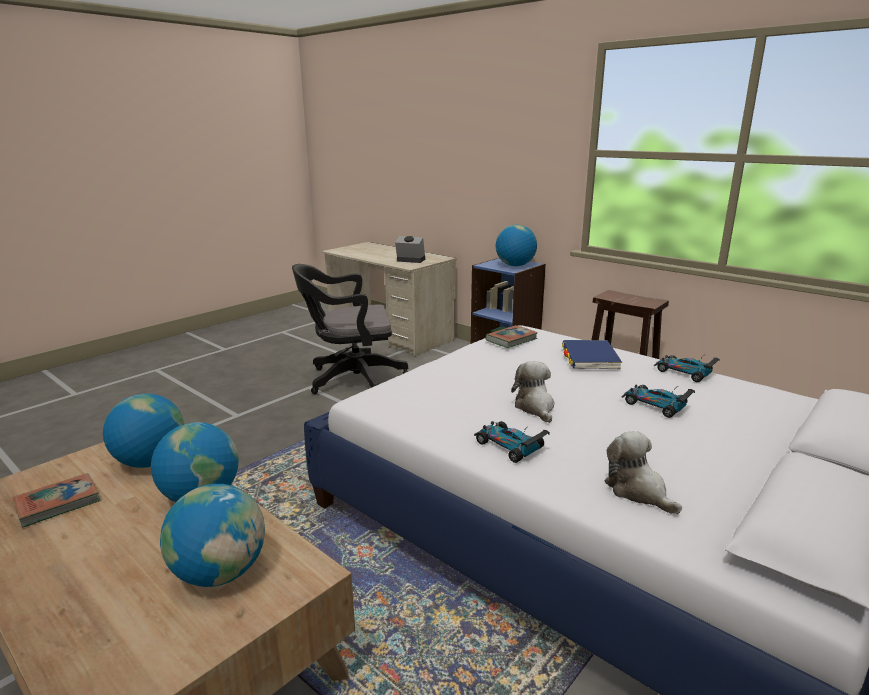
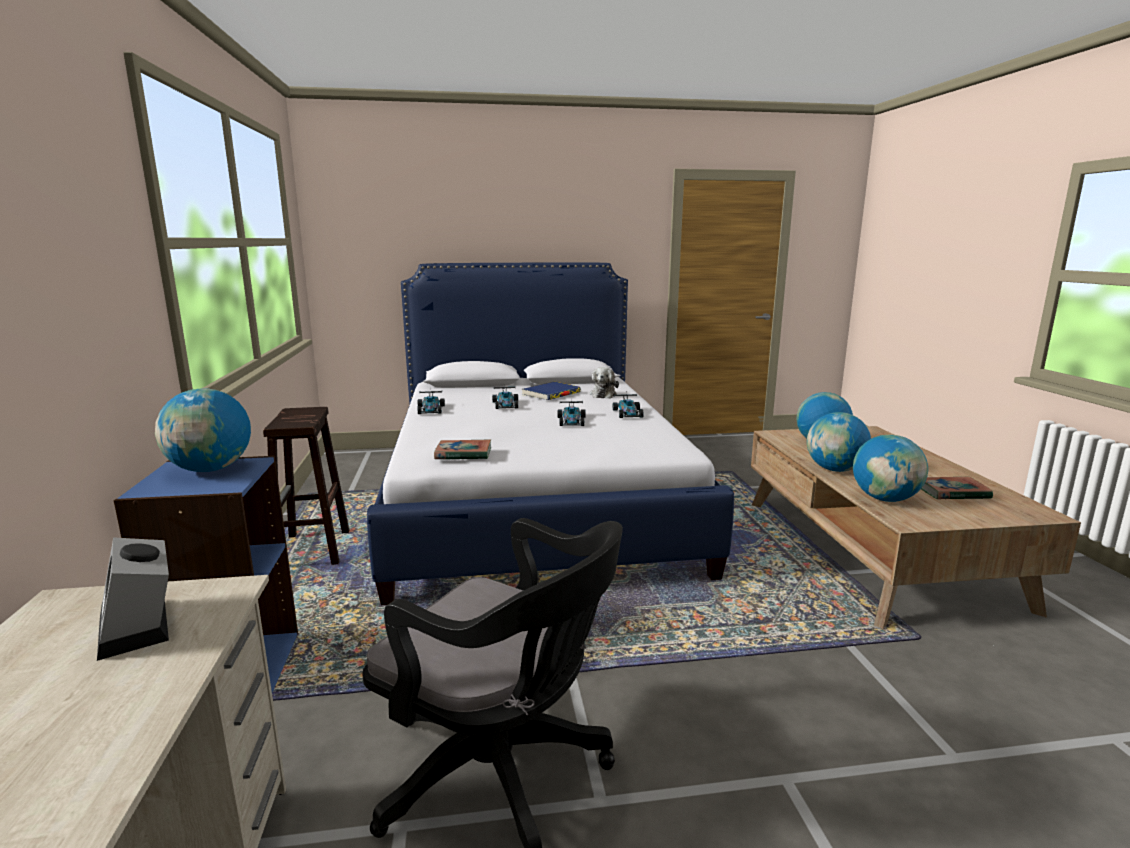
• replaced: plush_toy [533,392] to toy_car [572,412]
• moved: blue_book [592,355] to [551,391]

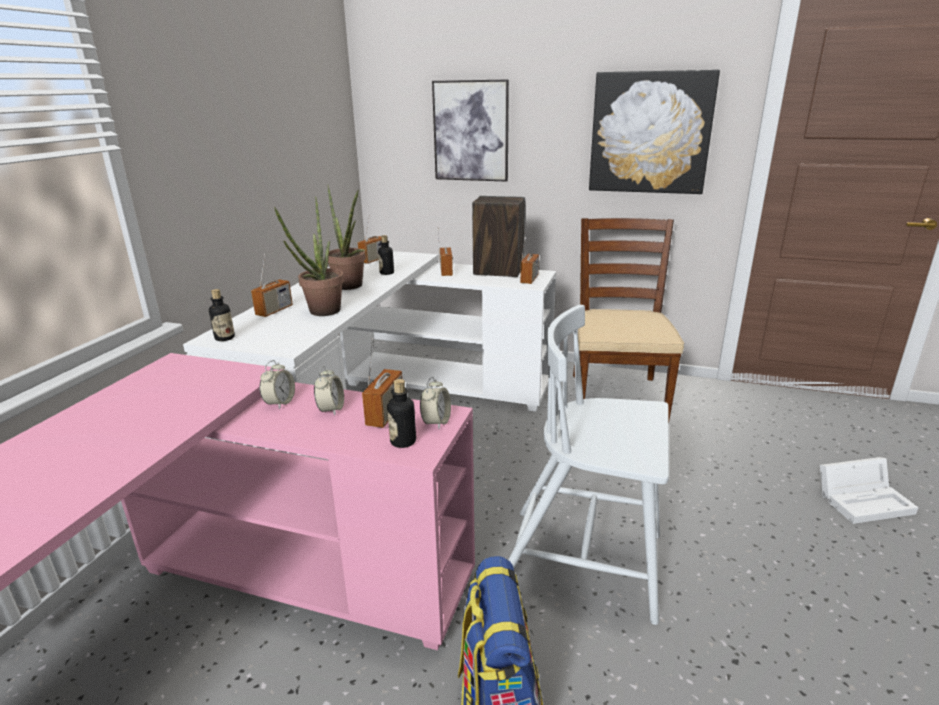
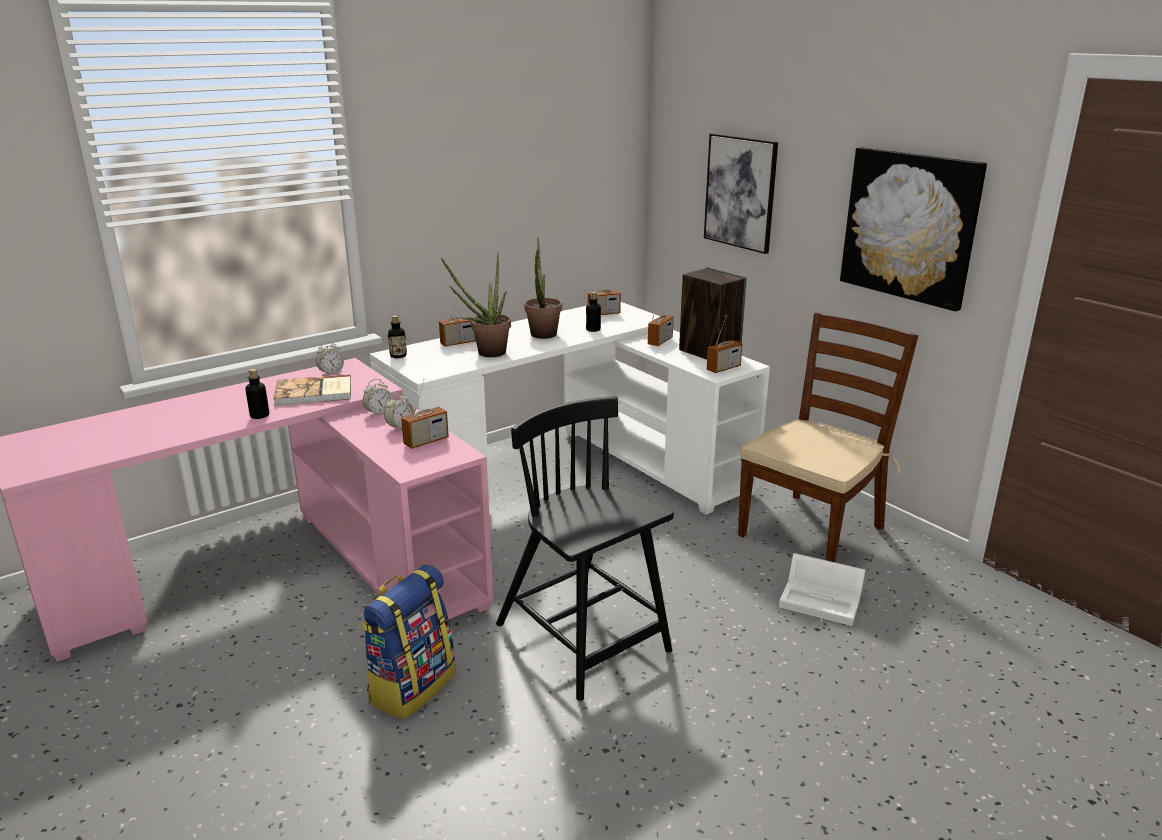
• moved: bottle [401,413] to [257,394]
• moved: alarm_clock [435,403] to [330,358]
• recoloured: white_chair [588,465] to black_chair [585,548]
• moved: white_storage_box [869,490] to [822,589]
• added: book [312,390]

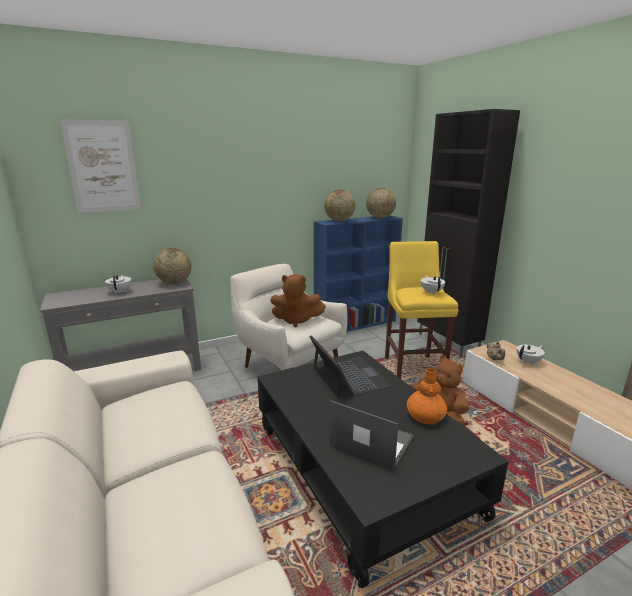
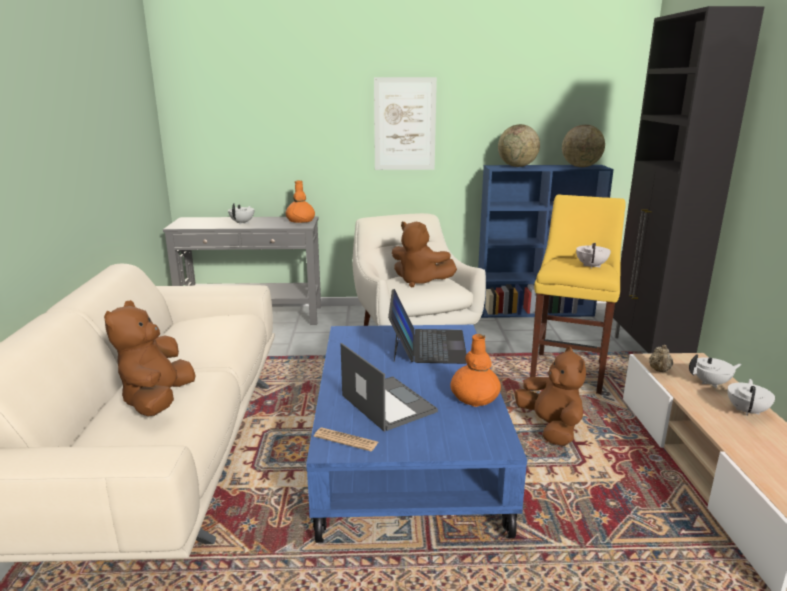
• moved: picture [100,166] to [405,123]
• replaced: globe [172,266] to orange_vase [300,202]
• recoloured: black_coffee_table [383,469] to blue_coffee_table [416,434]
• added: brown_plush_toy [150,358]
• added: newspaper [346,439]
• added: white_teapot [751,397]

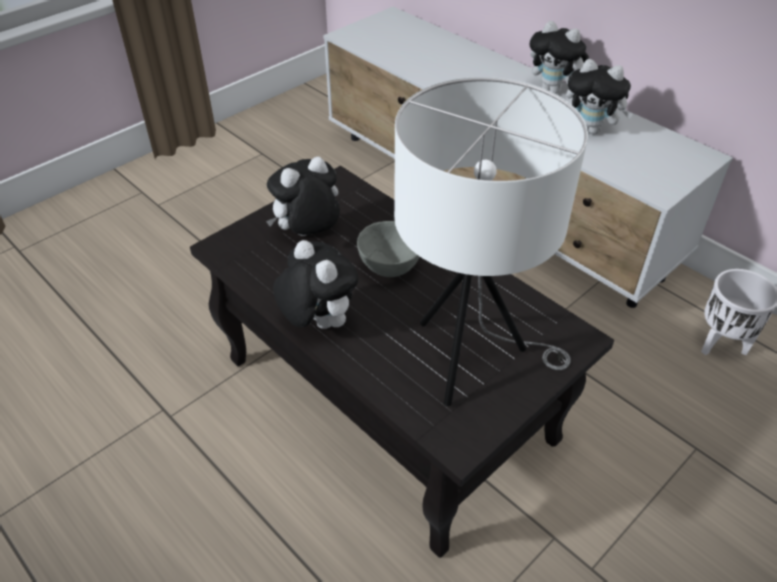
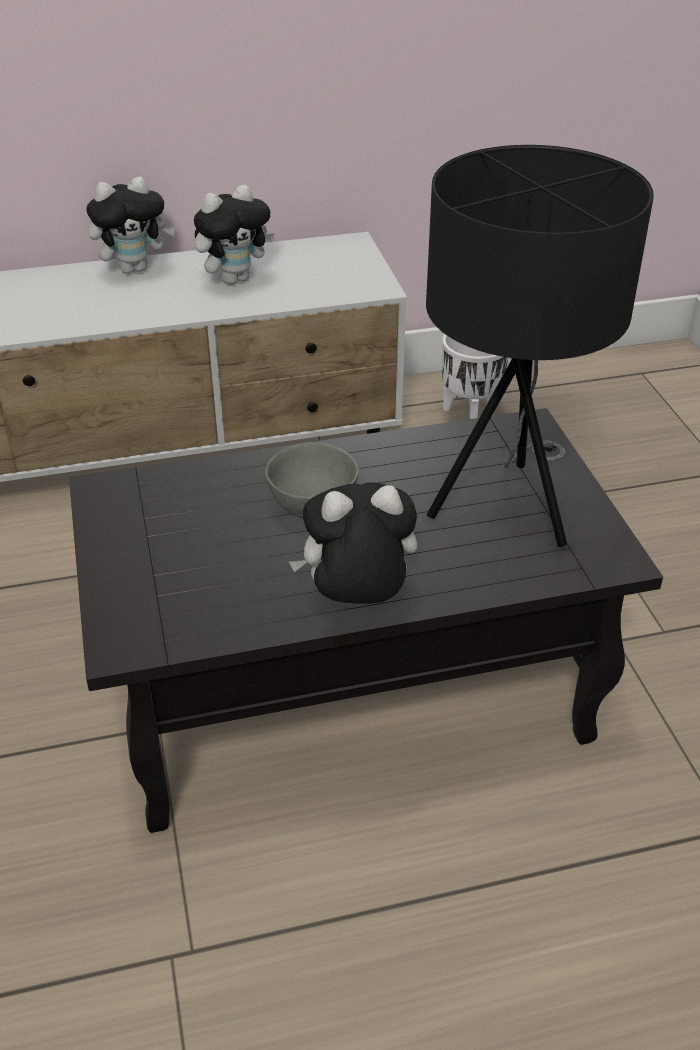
• removed: plush_toy [303,196]
• recoloured: white_table_lamp [491,241] to black_table_lamp [540,346]

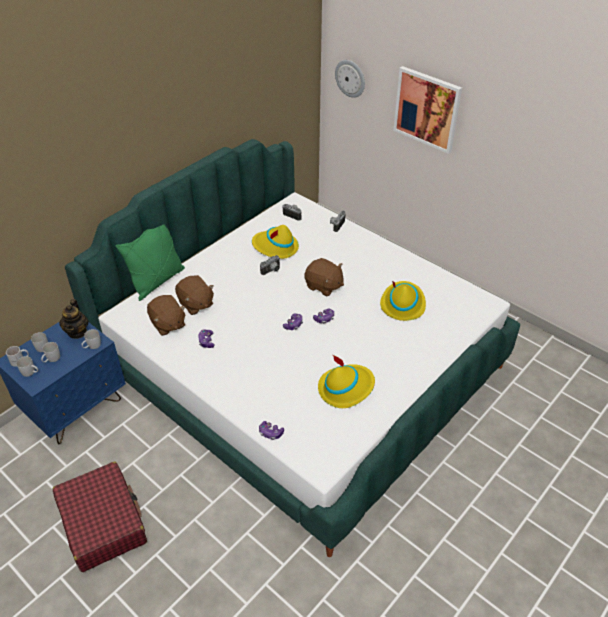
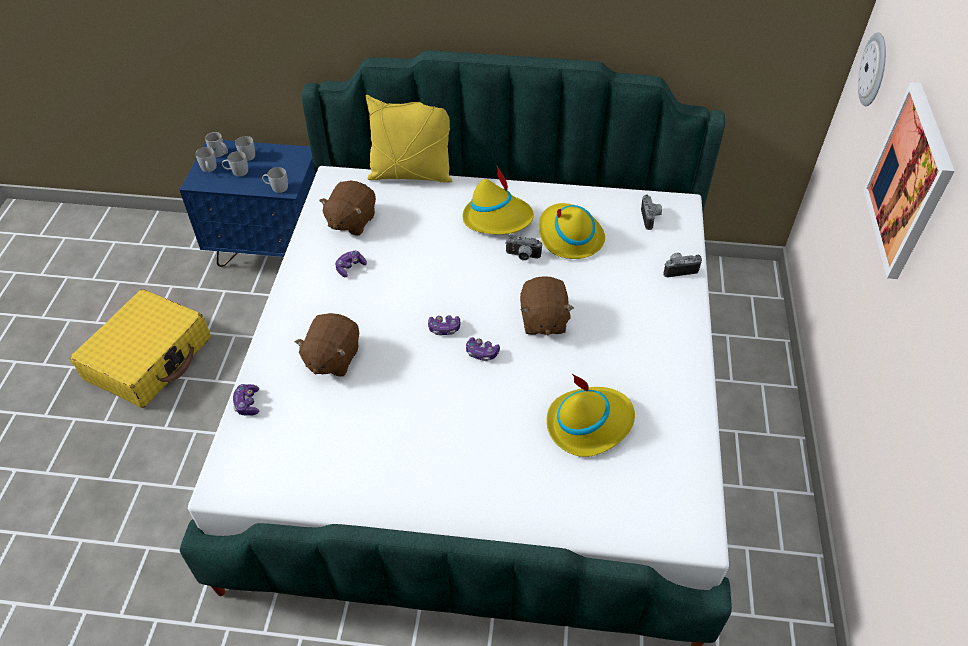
• recoloured: red_suitcase [100,517] to yellow_suitcase [140,348]
• removed: teapot [74,319]
• recoloured: green_pillow [150,262] to yellow_pillow [409,139]
• moved: brown_plush_toy [194,295] to [327,345]
• moved: yellow_hat [346,381] to [498,200]

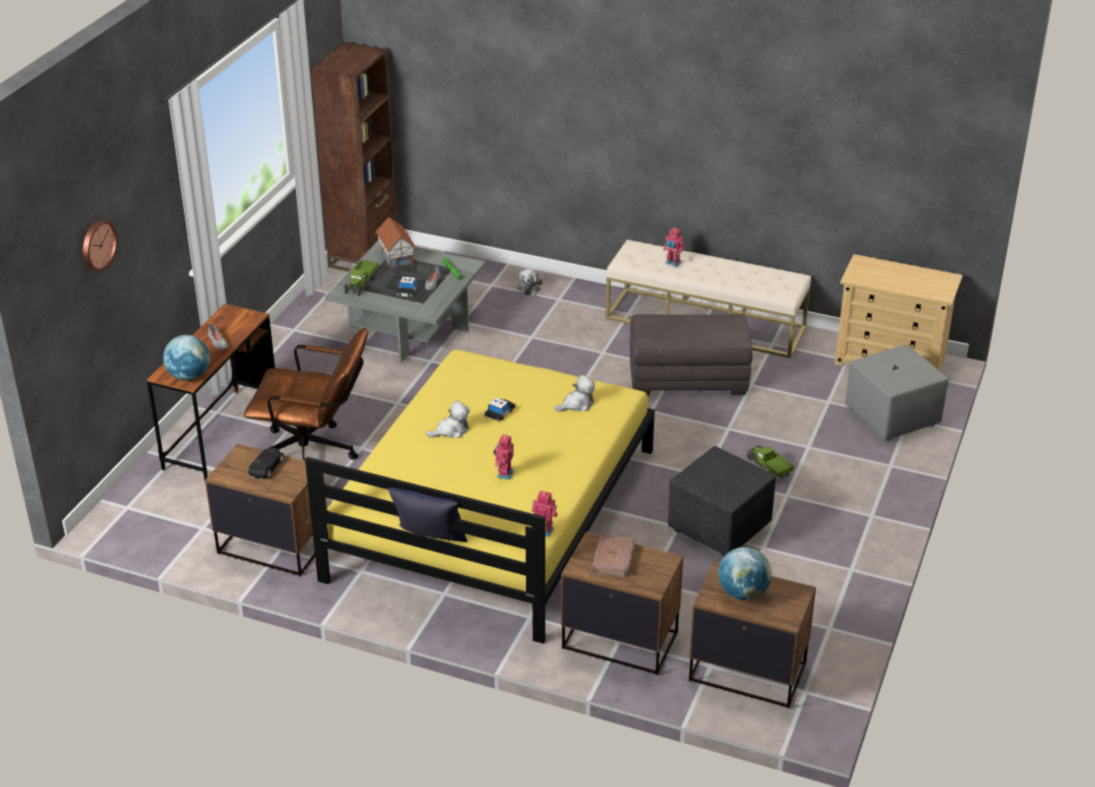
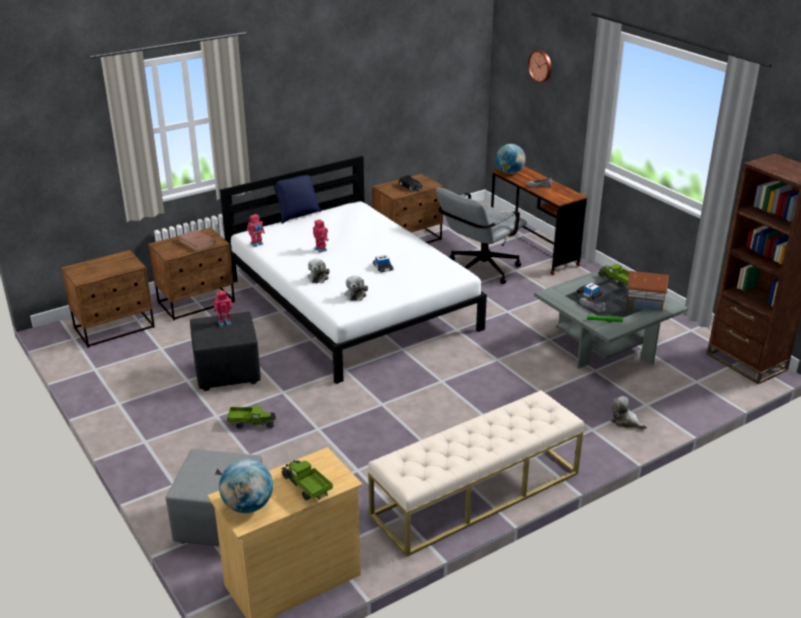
• recoloured: brown_office_chair [306,394] to grey_office_chair [481,235]
• recoloured: yellow_bed [480,497] to white_bed [353,270]
• moved: plush_toy [448,419] to [318,271]
• removed: grey_ottoman [691,355]
• moved: toy_robot [674,247] to [222,309]
• moved: globe [745,573] to [246,486]
• added: toy_truck [307,480]

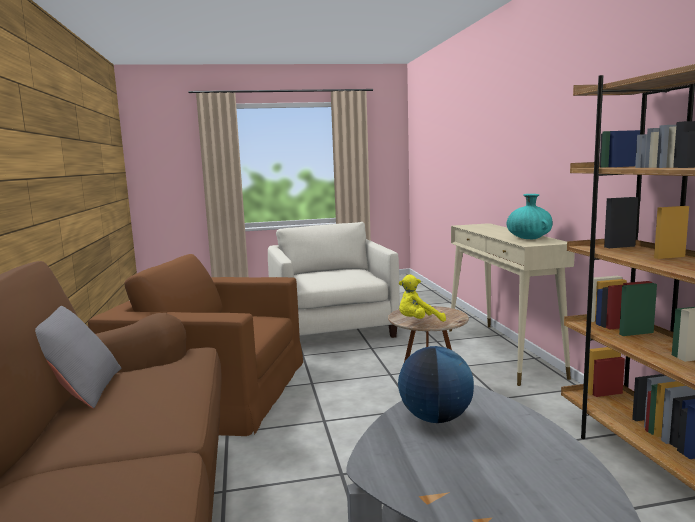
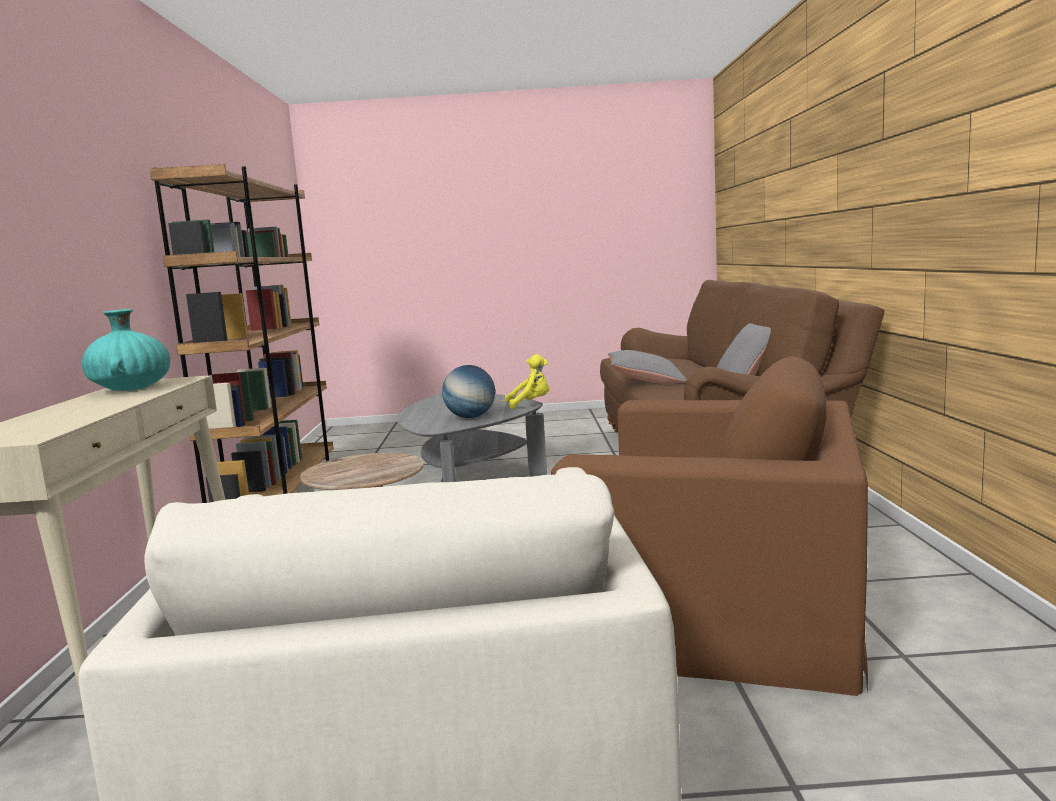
• moved: yellow_plush_toy [422,298] to [527,381]
• added: grey_pillow [647,367]

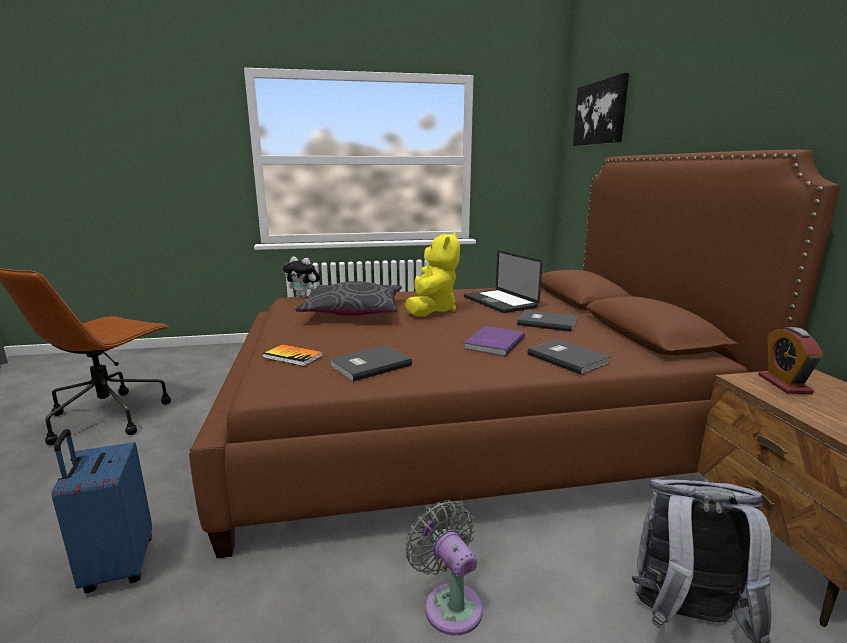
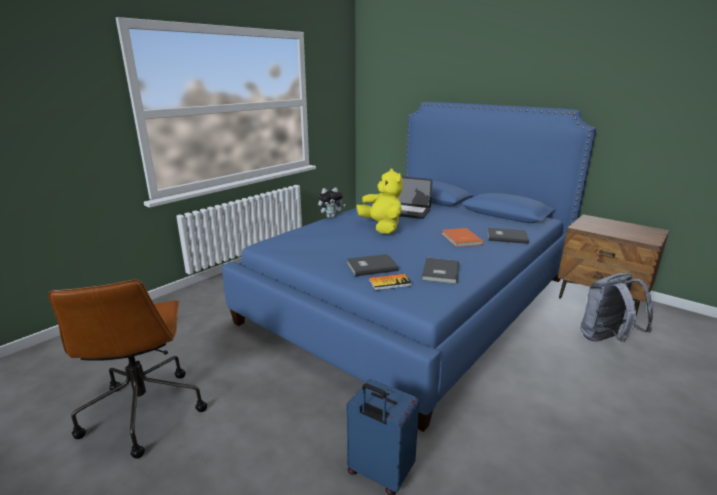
• recoloured: brown_bed [514,354] to blue_bed [409,267]
• moved: plush_toy [301,276] to [331,202]
• removed: grey_pillow [348,298]
• removed: grey_fan [444,567]
• recoloured: purple_book [494,341] to orange_book [462,237]
• moved: grey_book [547,321] to [372,265]
• removed: picture [601,109]
• removed: alarm_clock [790,360]

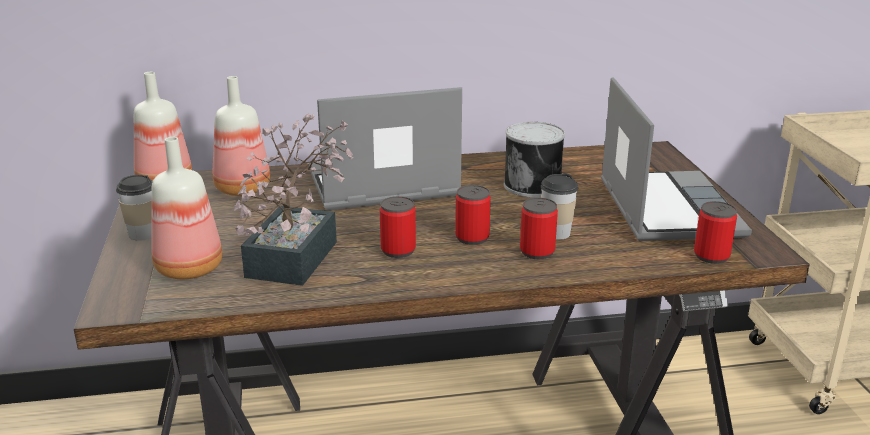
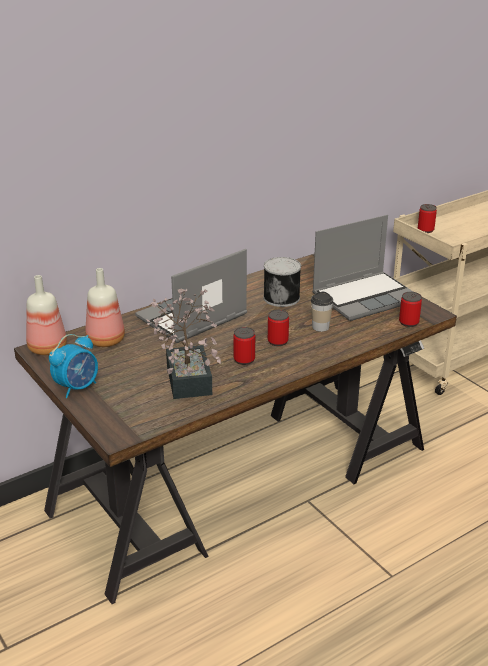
• replaced: cup [134,208] to alarm_clock [73,366]
• removed: bottle [187,208]
• moved: can [539,228] to [427,218]
• turned: laptop [676,159] = [362,268] 90 degrees clockwise

